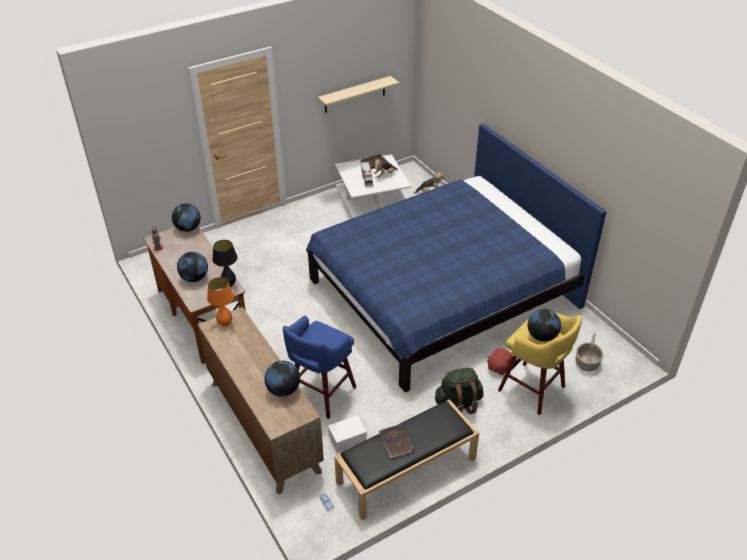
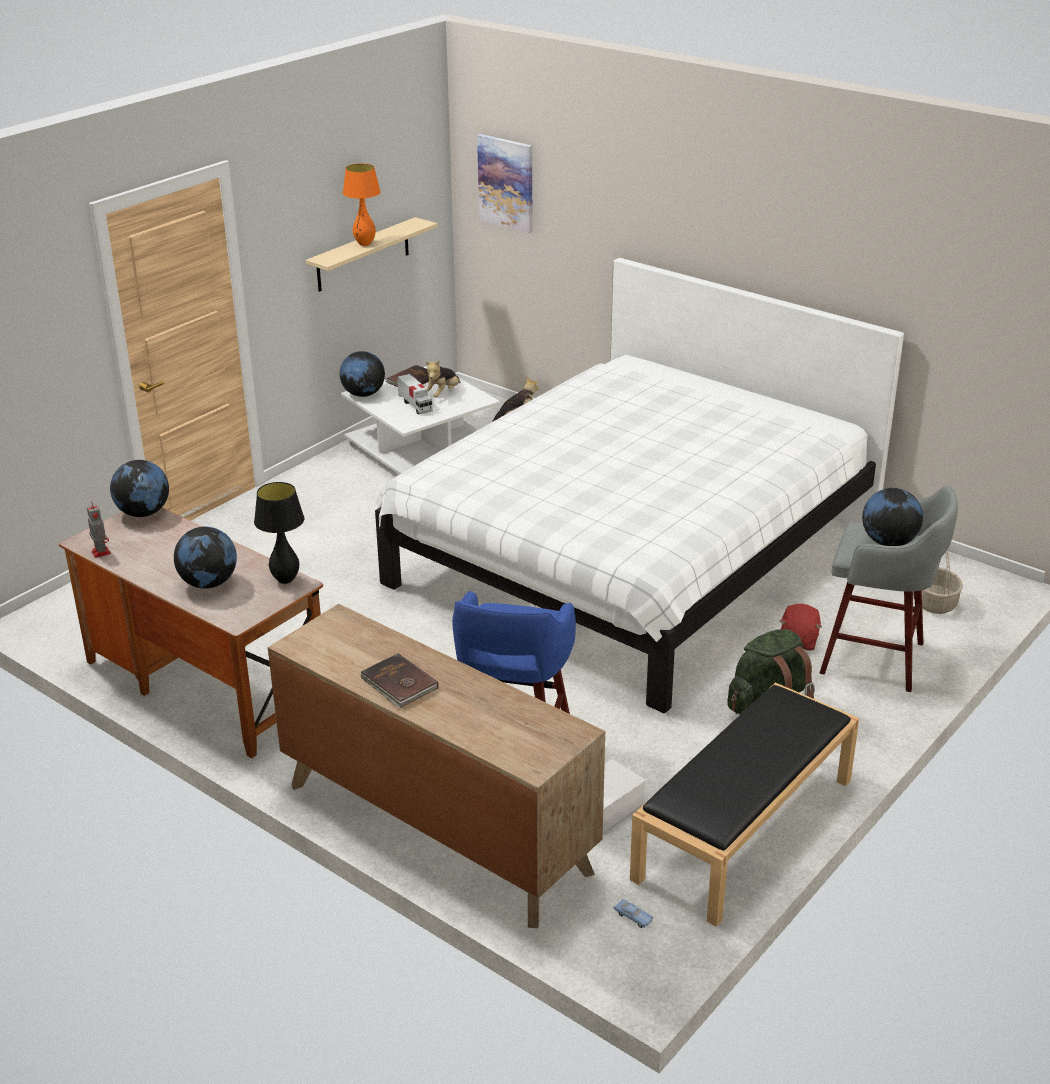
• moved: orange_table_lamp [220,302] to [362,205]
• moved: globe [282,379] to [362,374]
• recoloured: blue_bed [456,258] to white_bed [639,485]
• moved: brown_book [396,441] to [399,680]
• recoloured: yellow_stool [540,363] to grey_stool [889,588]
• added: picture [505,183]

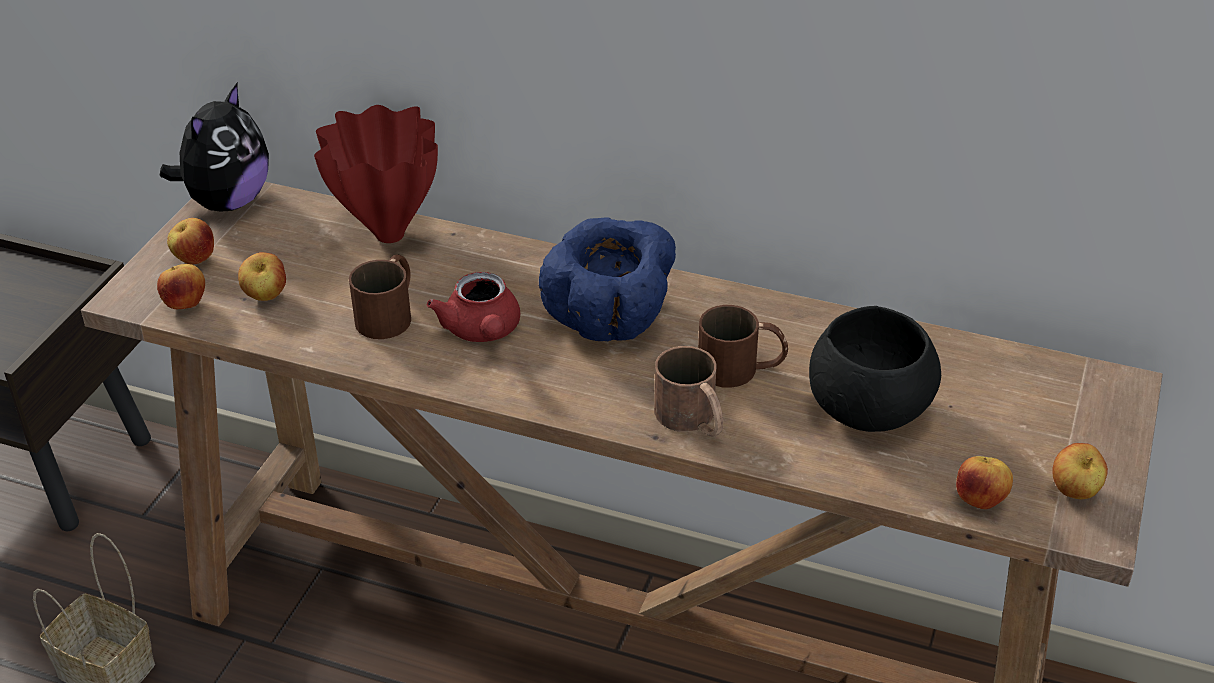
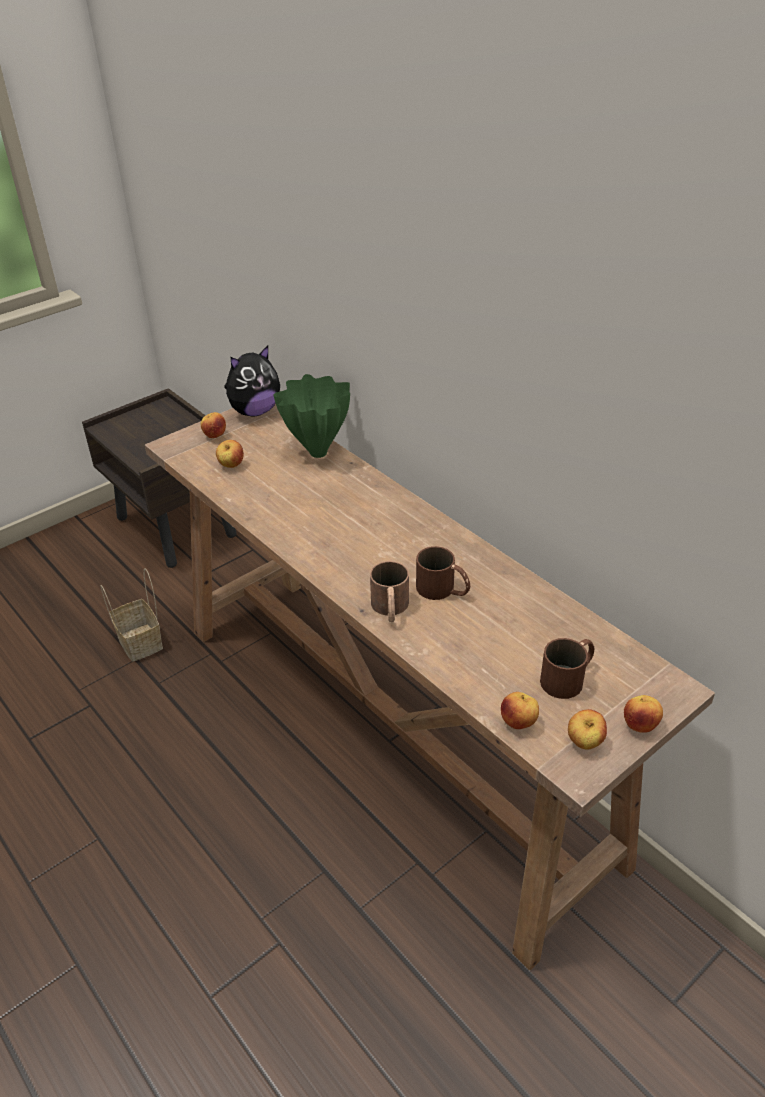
• moved: apple [181,286] to [643,714]
• recoloured: red_vase [376,174] to green_vase [312,416]
• moved: brown_mug [380,297] to [567,668]
• removed: red_teapot [473,307]
• removed: blue_bowl [607,279]
• removed: black_bowl [875,369]

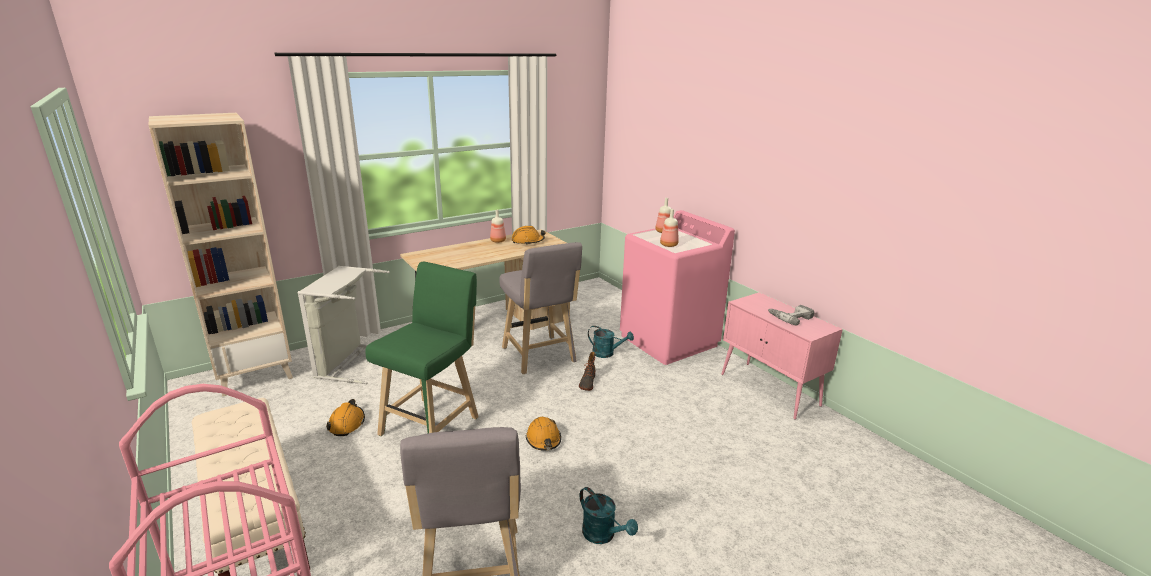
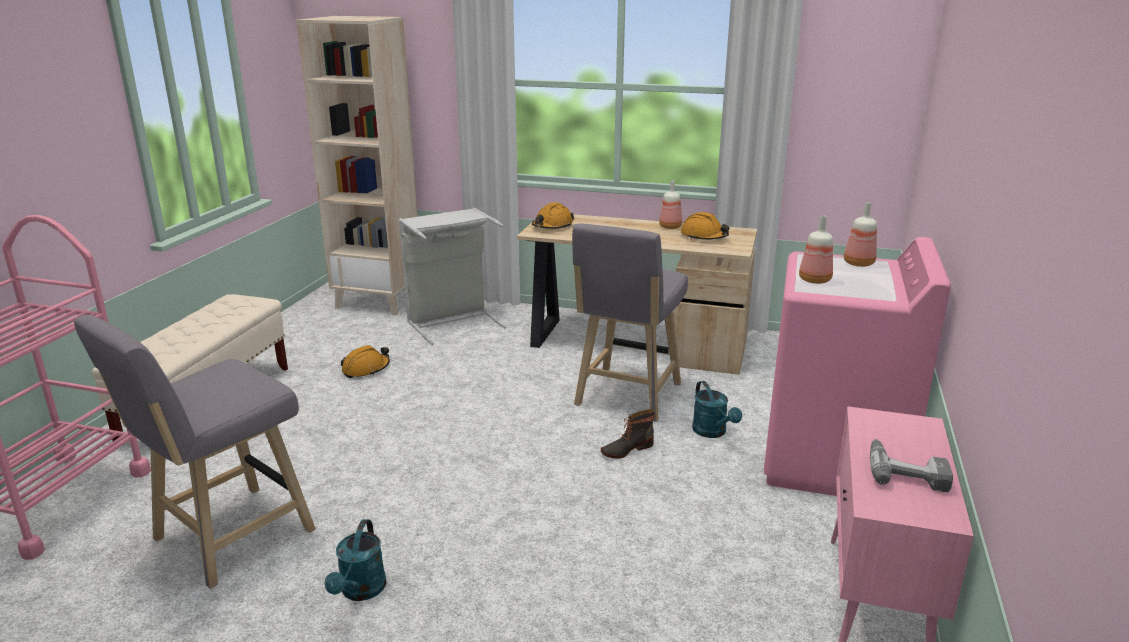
• removed: green_stool [422,349]
• moved: orange_hard_hat [543,434] to [553,215]

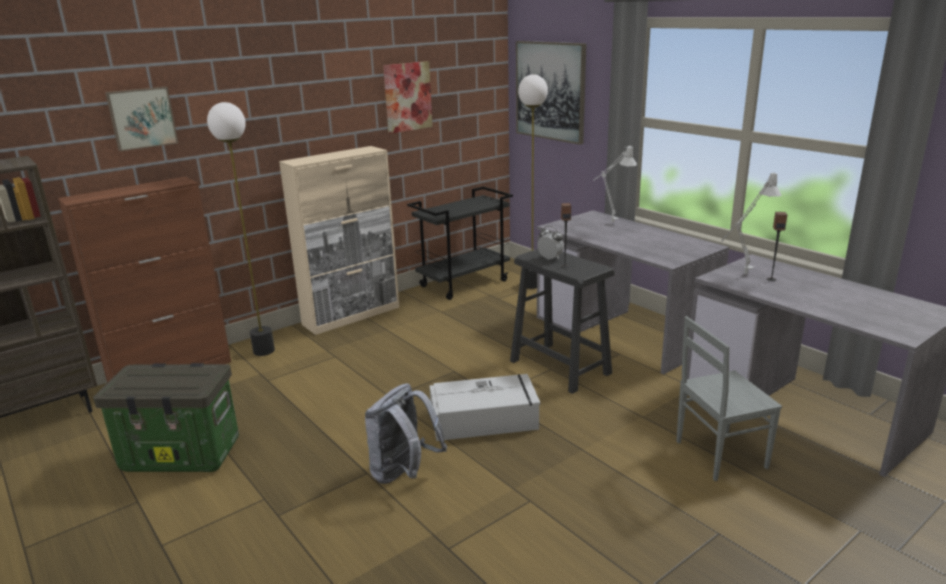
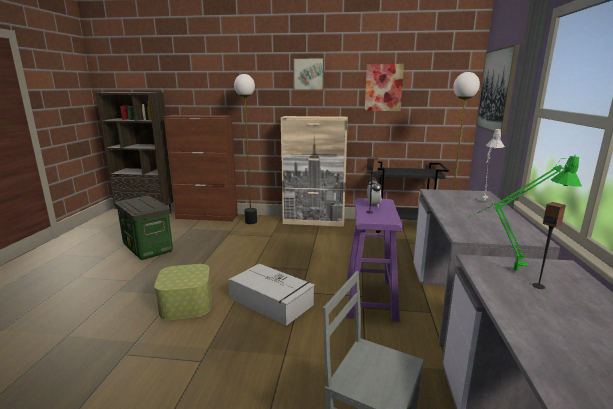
• moved: picture [141,119] to [308,74]
• replaced: grey_backpack [406,433] to storage_box [182,292]
• recoloured: black_stool [562,321] to purple_stool [374,259]
• recoloured: grey_table_lamp [751,222] to green_table_lamp [524,212]

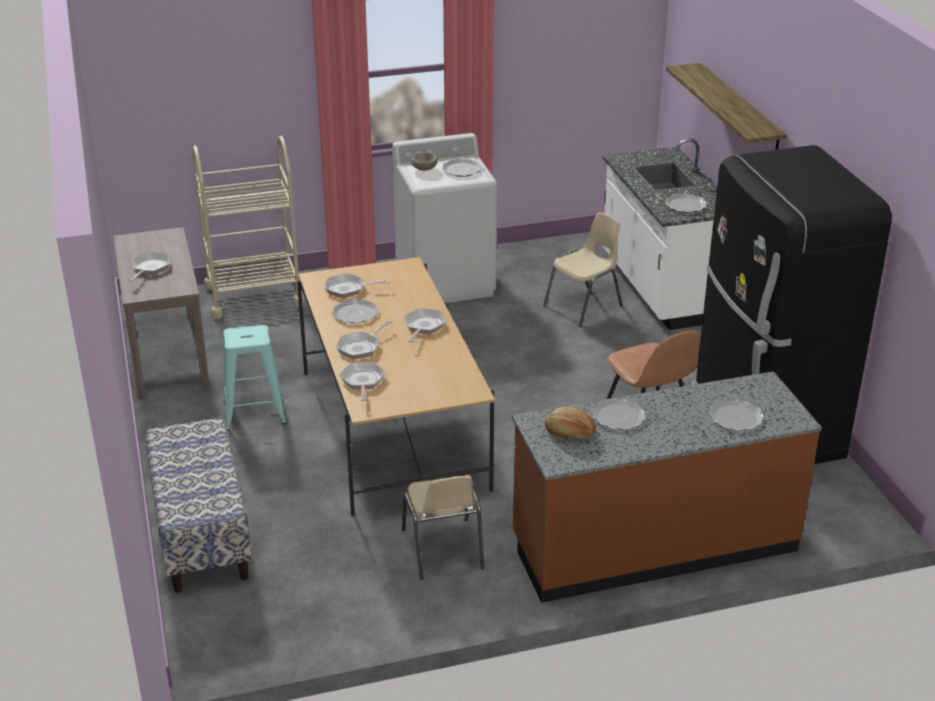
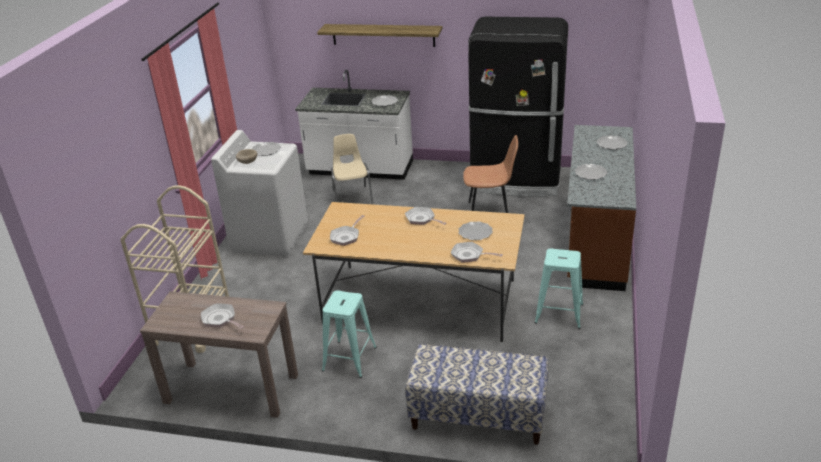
• moved: plate [355,311] to [476,230]
• removed: frying_pan [364,339]
• replaced: beige_chair [443,527] to turquoise_stool [559,288]
• removed: bread [570,423]

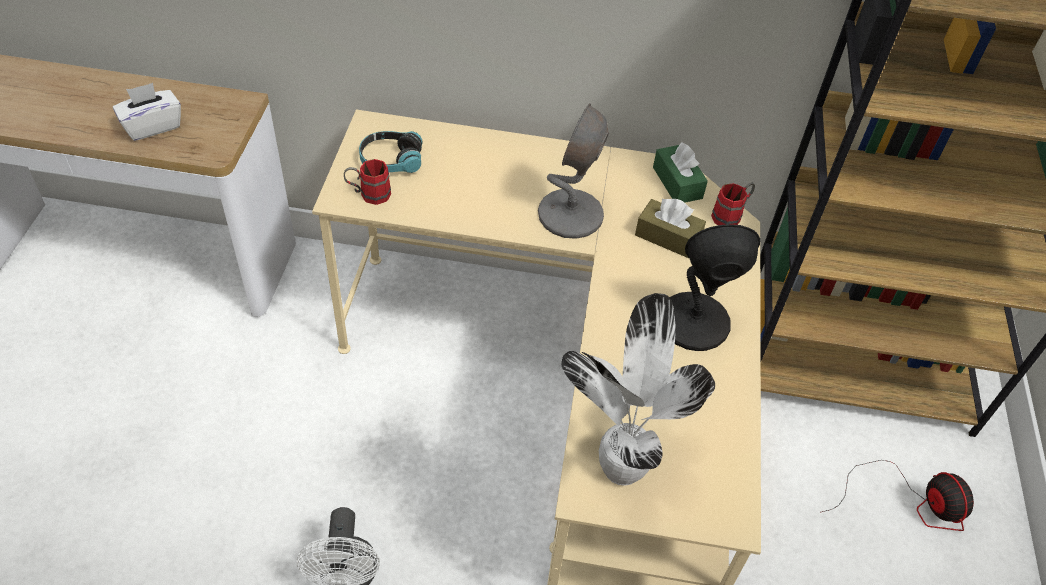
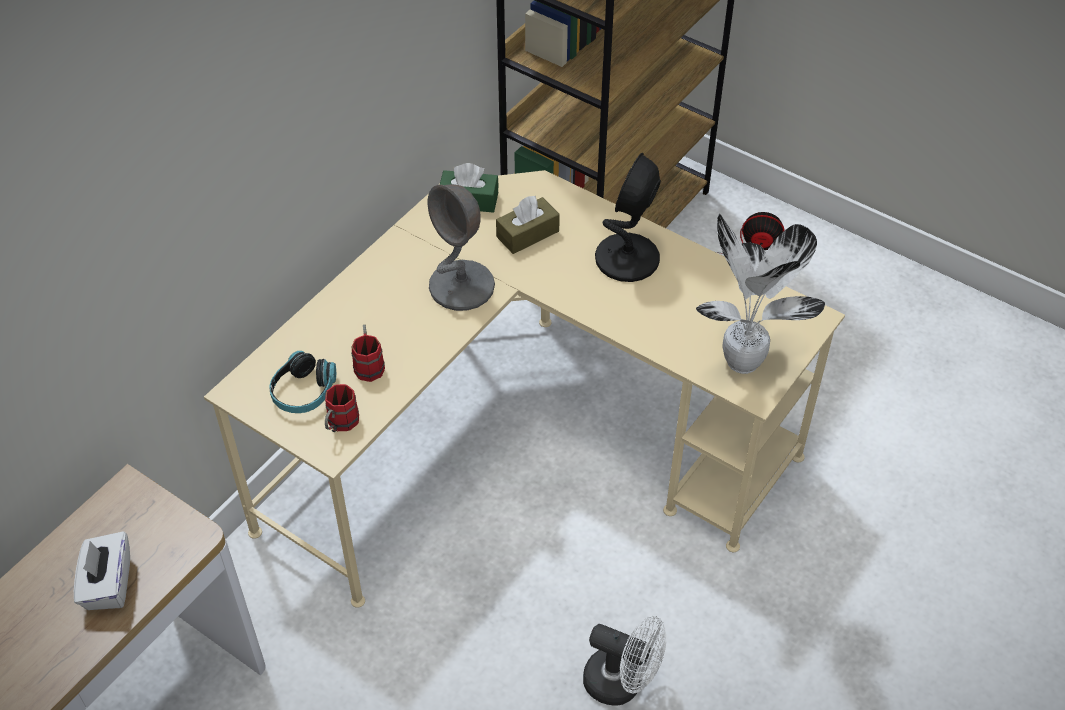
• moved: red_mug [733,203] to [368,353]

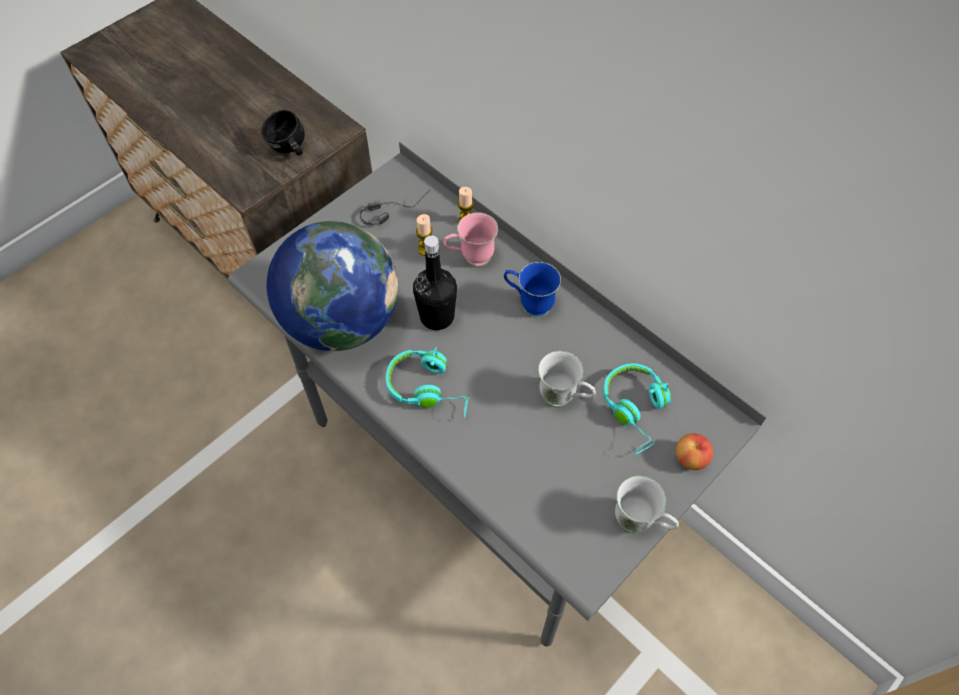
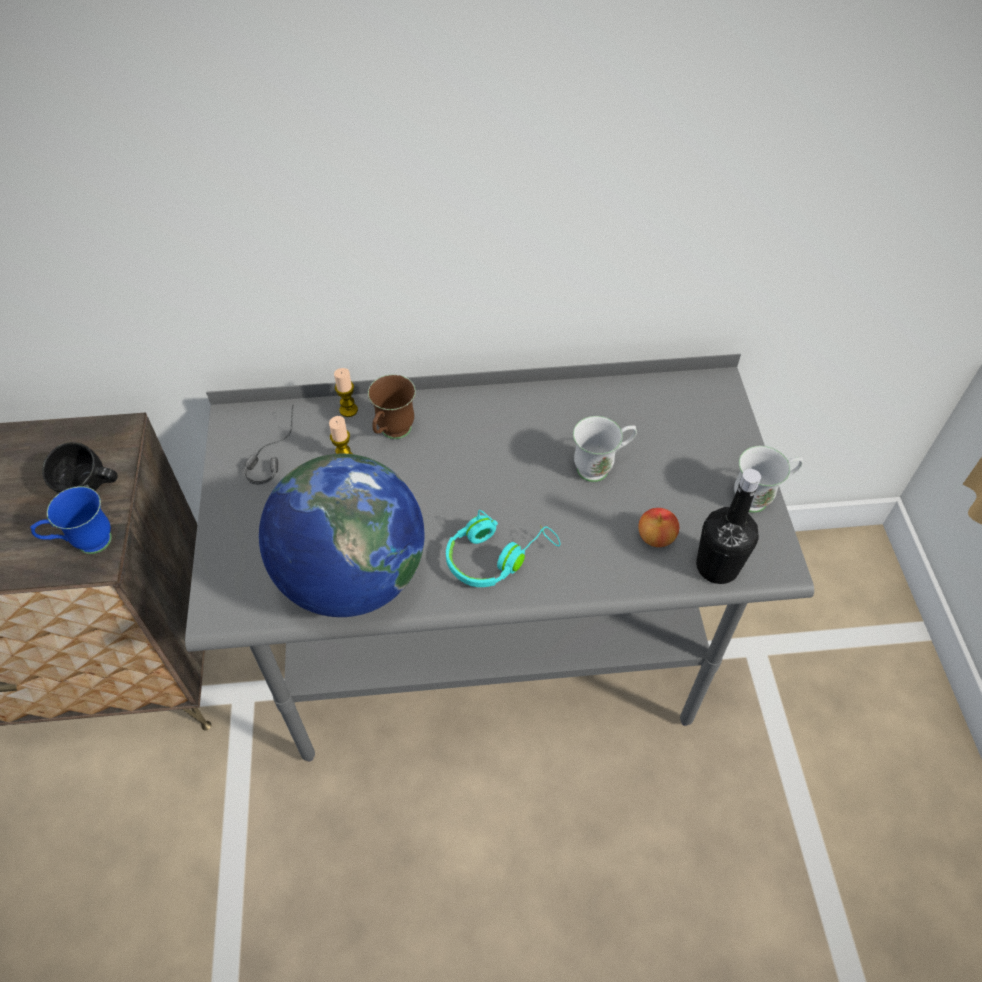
• moved: black_bottle [435,283] to [728,526]
• recoloured: pink_mug [470,239] to brown_mug [392,406]
• moved: blue_mug [532,290] to [71,520]
• removed: turquoise_headphones [637,408]
• moved: apple [694,451] to [658,527]

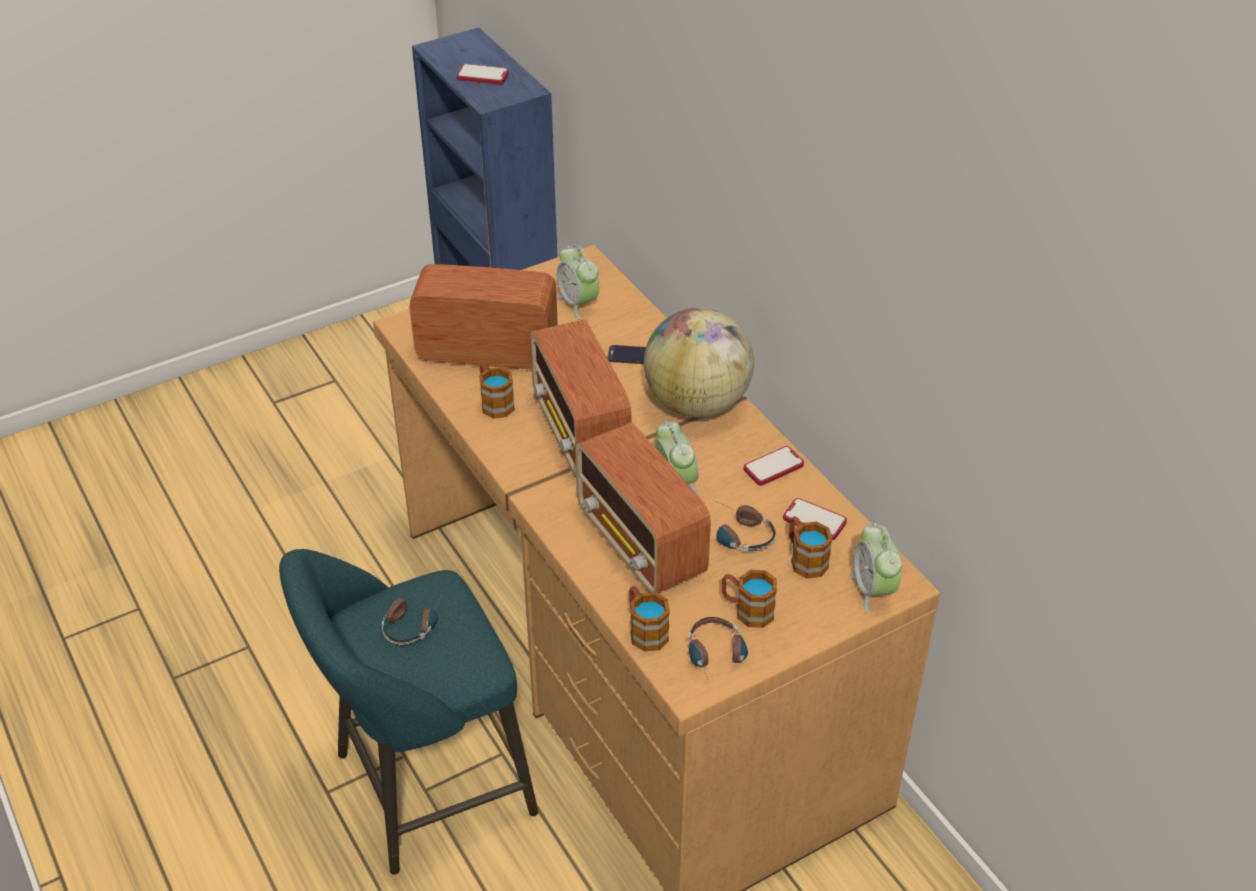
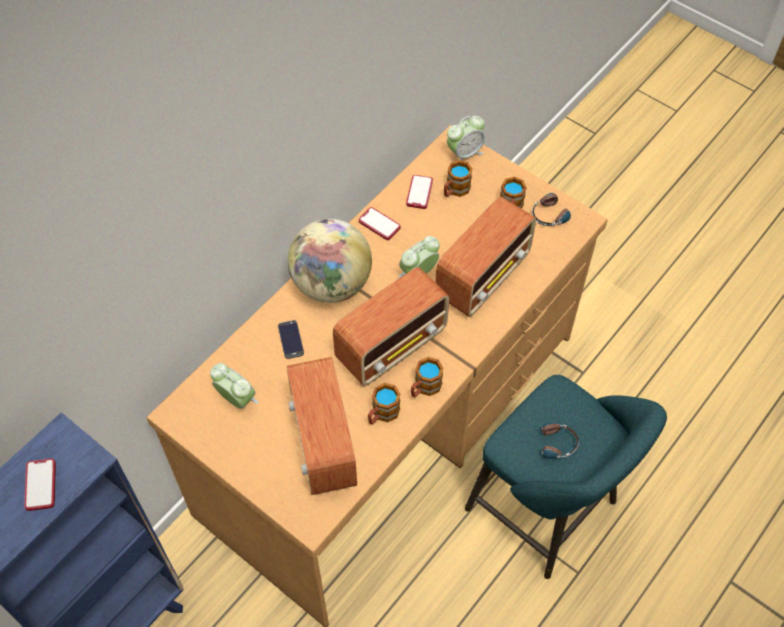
• turned: alarm_clock [578,282] = [234,386] 90 degrees counterclockwise
• moved: mug [649,618] to [427,377]
• removed: headphones [746,527]

